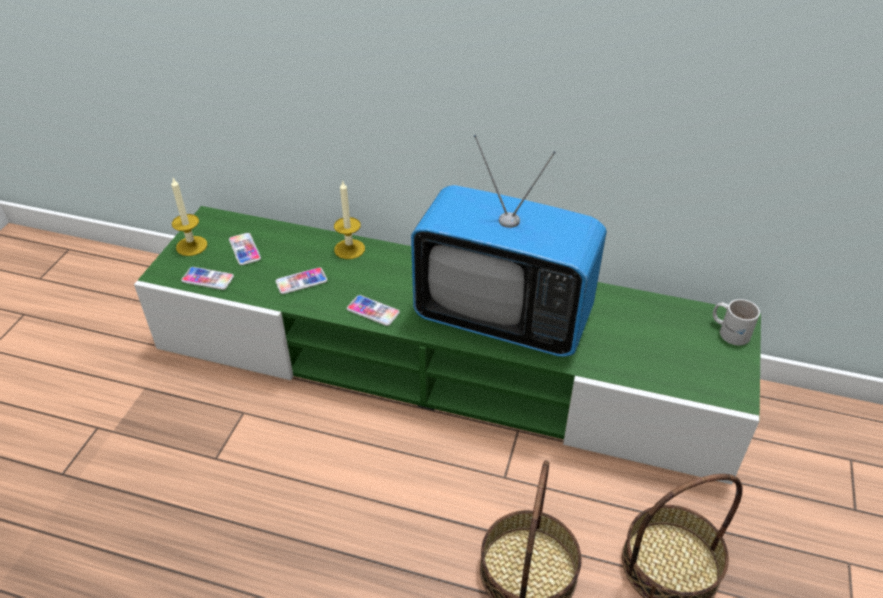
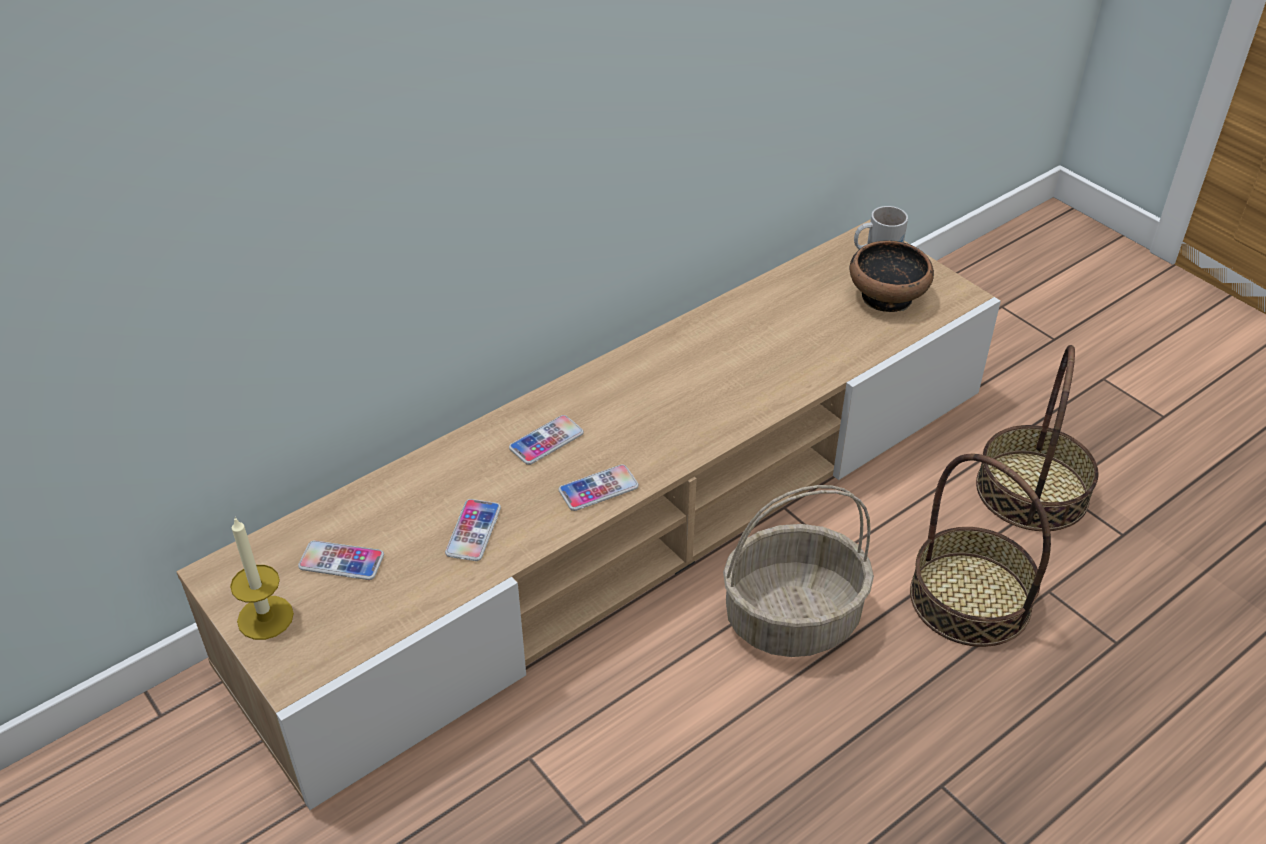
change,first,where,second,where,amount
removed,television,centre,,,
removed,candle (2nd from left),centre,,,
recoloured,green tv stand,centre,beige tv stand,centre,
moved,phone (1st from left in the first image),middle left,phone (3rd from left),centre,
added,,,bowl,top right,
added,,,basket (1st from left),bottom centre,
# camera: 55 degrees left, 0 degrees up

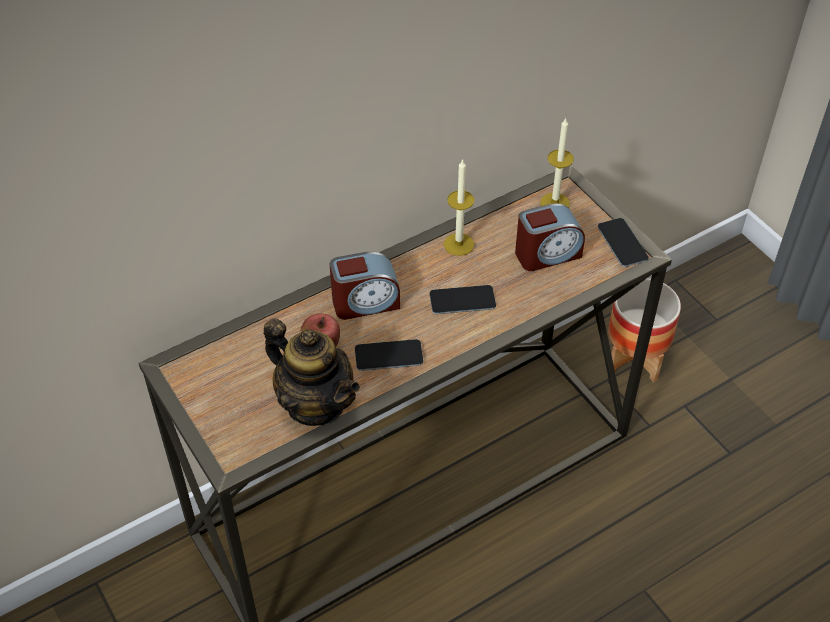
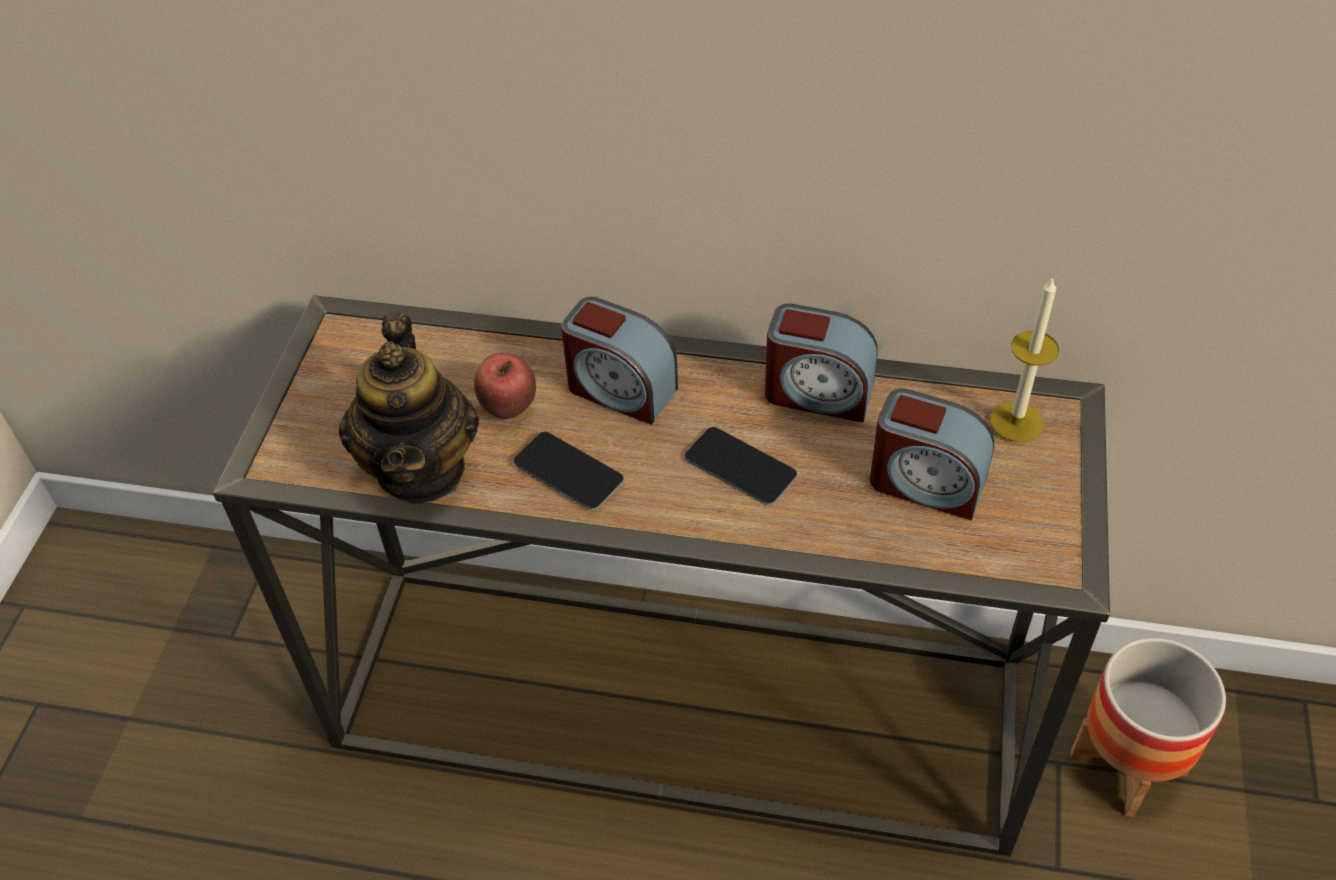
change,first,where,second,where,amount
replaced,candle (1st from left),top centre,alarm clock (2nd from left),centre,
removed,phone (3rd from left),middle right,,,
# camera: 45 degrees right, 0 degrees up

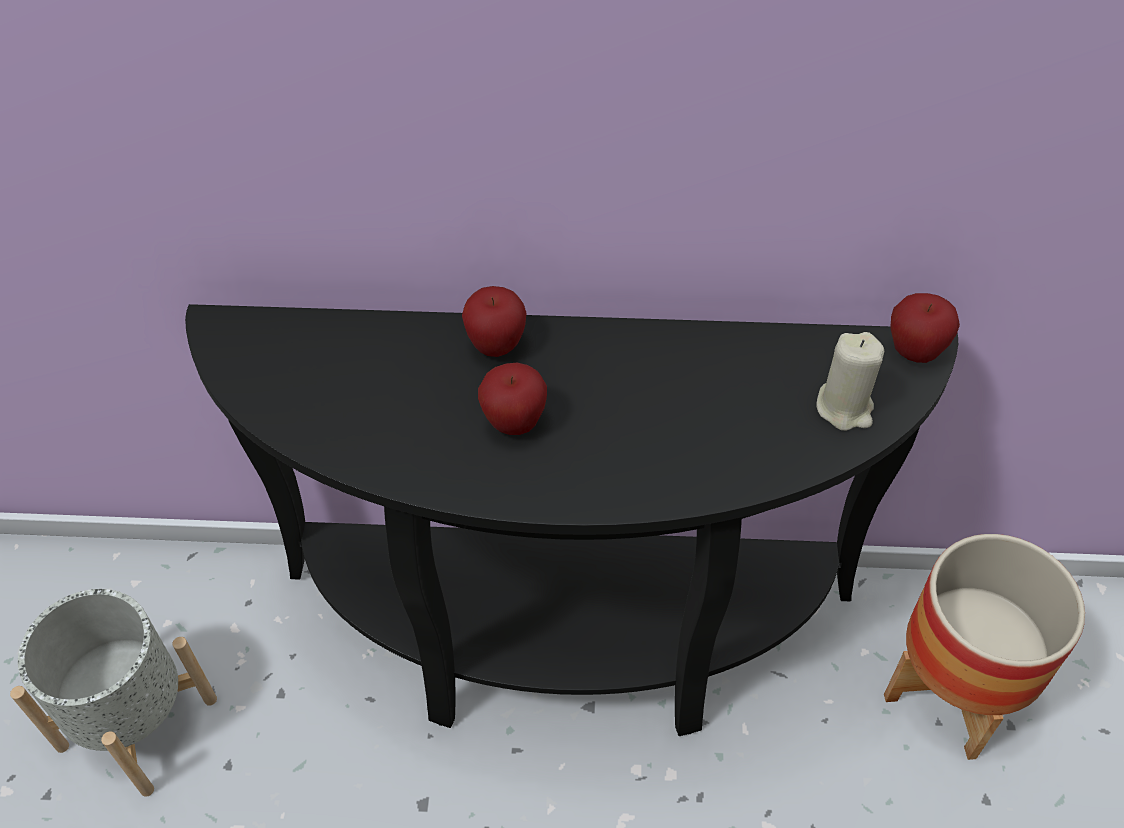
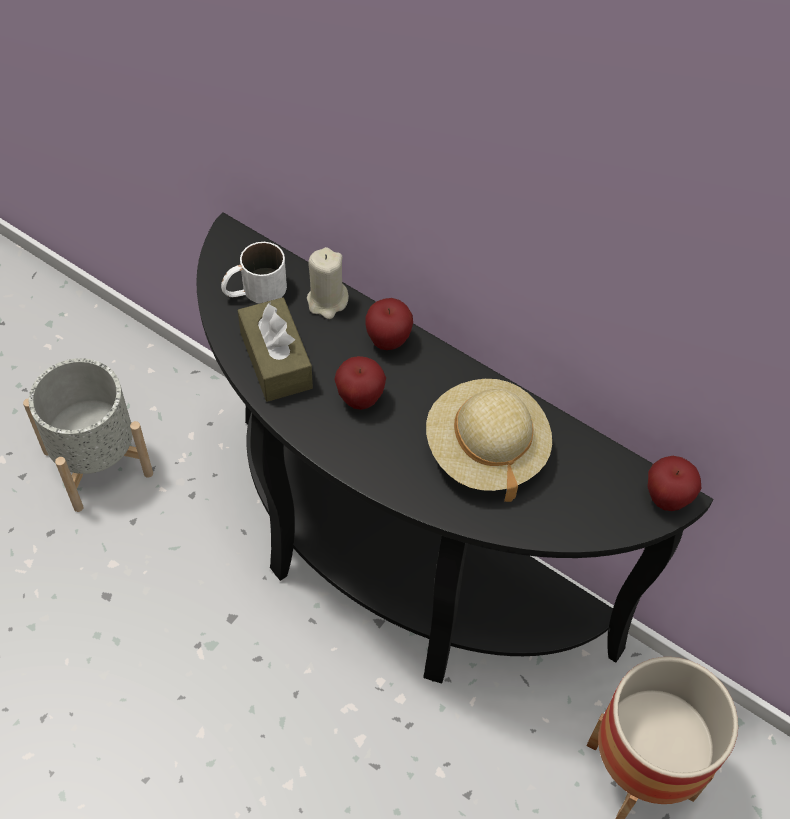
change,first,where,second,where,amount
moved,beige candle,middle right,,centre,
added,,,white mug,top left,
added,,,brown tissue box,centre,
added,,,beige hat,centre,
# camera: 30 degrees right, 5 degrees up

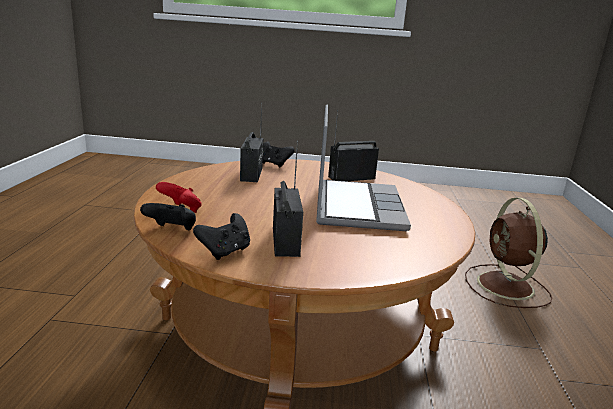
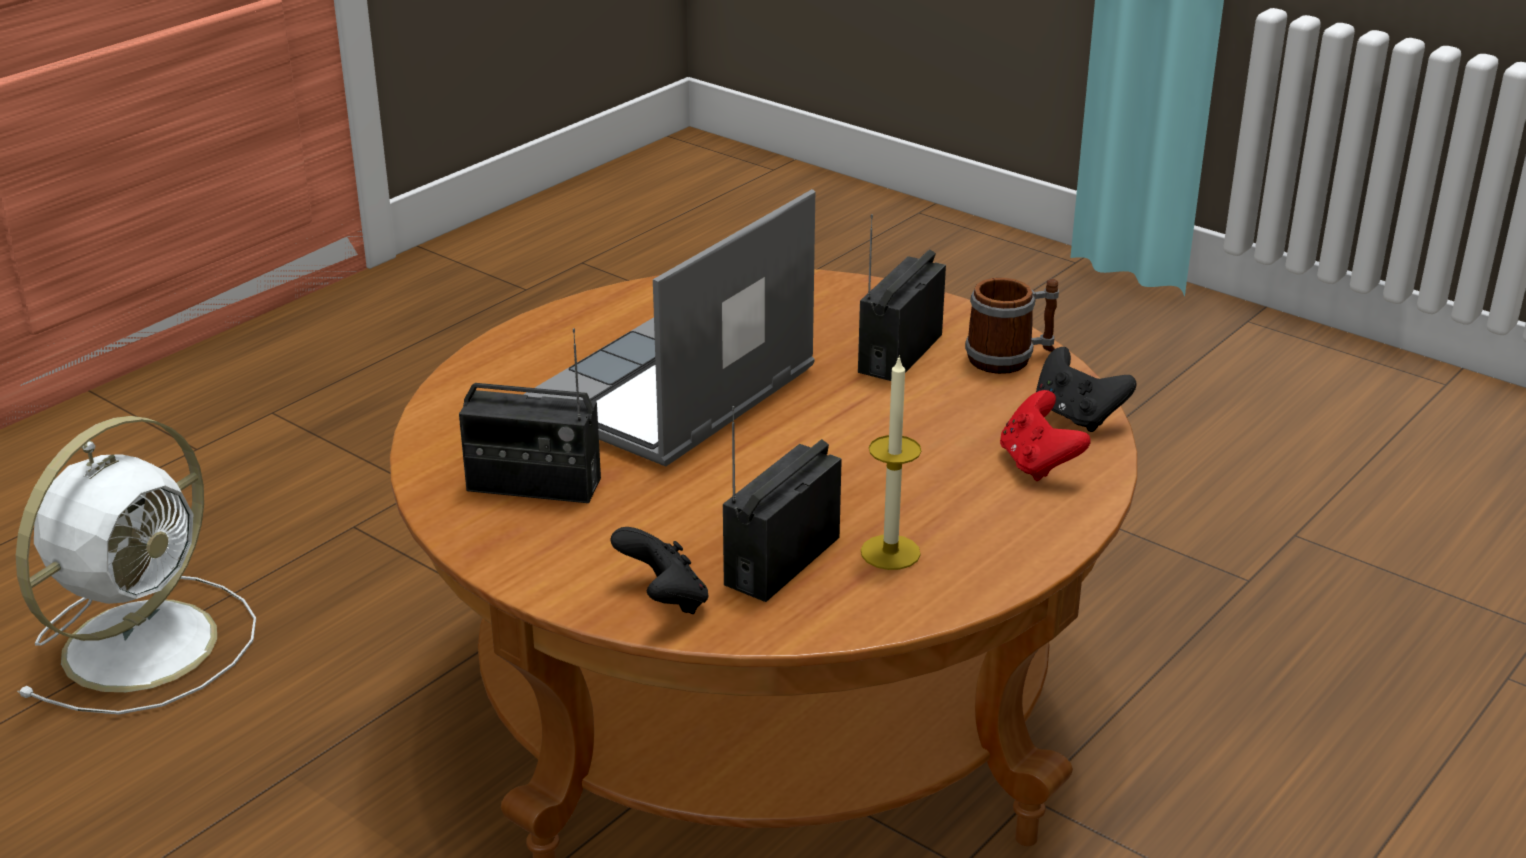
change,first,where,second,where,amount
recoloured,brown fan,middle right,white fan,middle left,
replaced,black game controller (2nd from left),centre,mug,centre,
added,,,candle,centre,
# camera: 145 degrees left, 10 degrees up

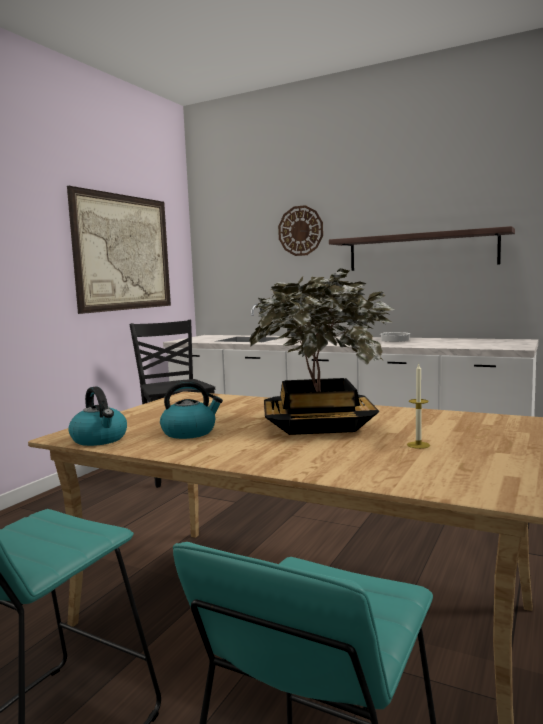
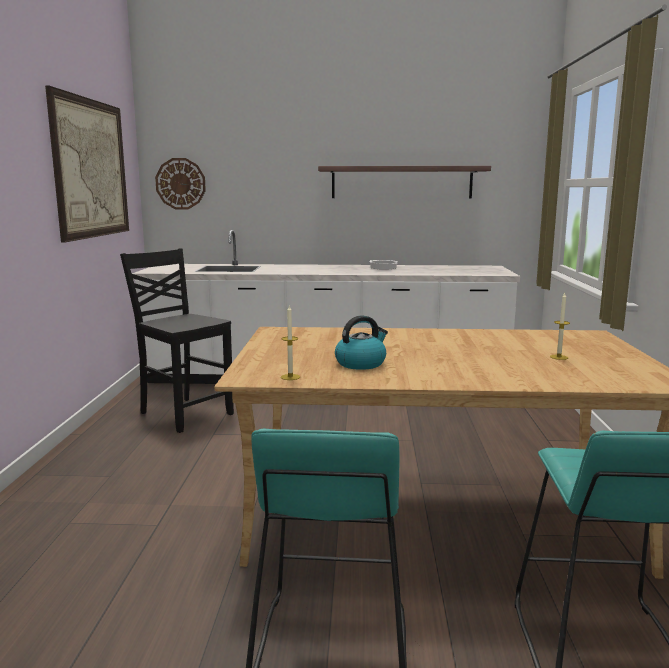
change,first,where,second,where,amount
moved,wall clock,top centre,,top left,
removed,potted plant,centre,,,
replaced,kettle (1st from left),middle left,candle (1st from left),centre,
# camera: 25 degrees left, 5 degrees up

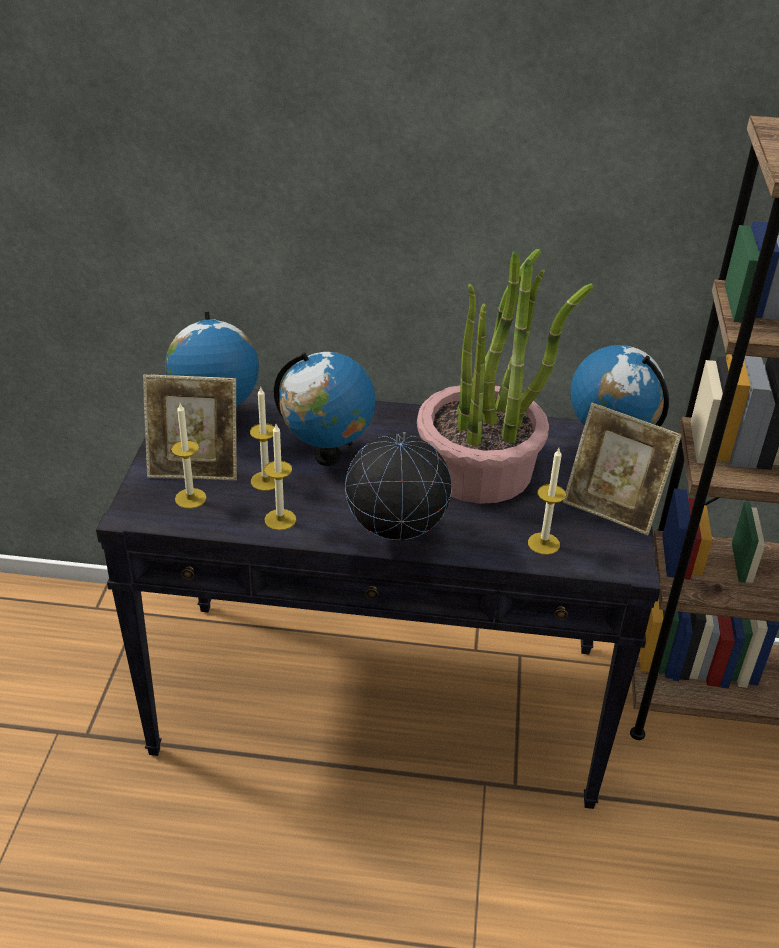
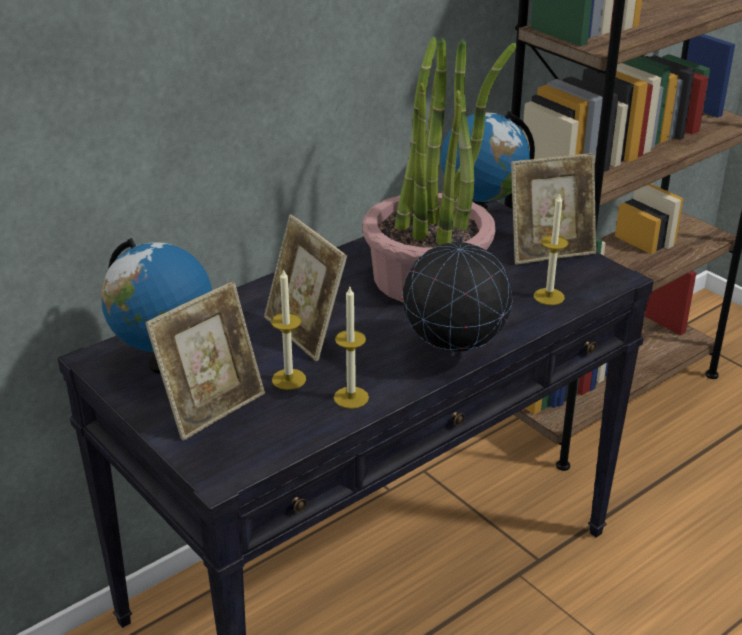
change,first,where,second,where,amount
replaced,globe (2nd from left),centre,picture frame (2nd from left),centre,
removed,candle (1st from left),middle left,,,
# camera: 45 degrees left, 5 degrees down

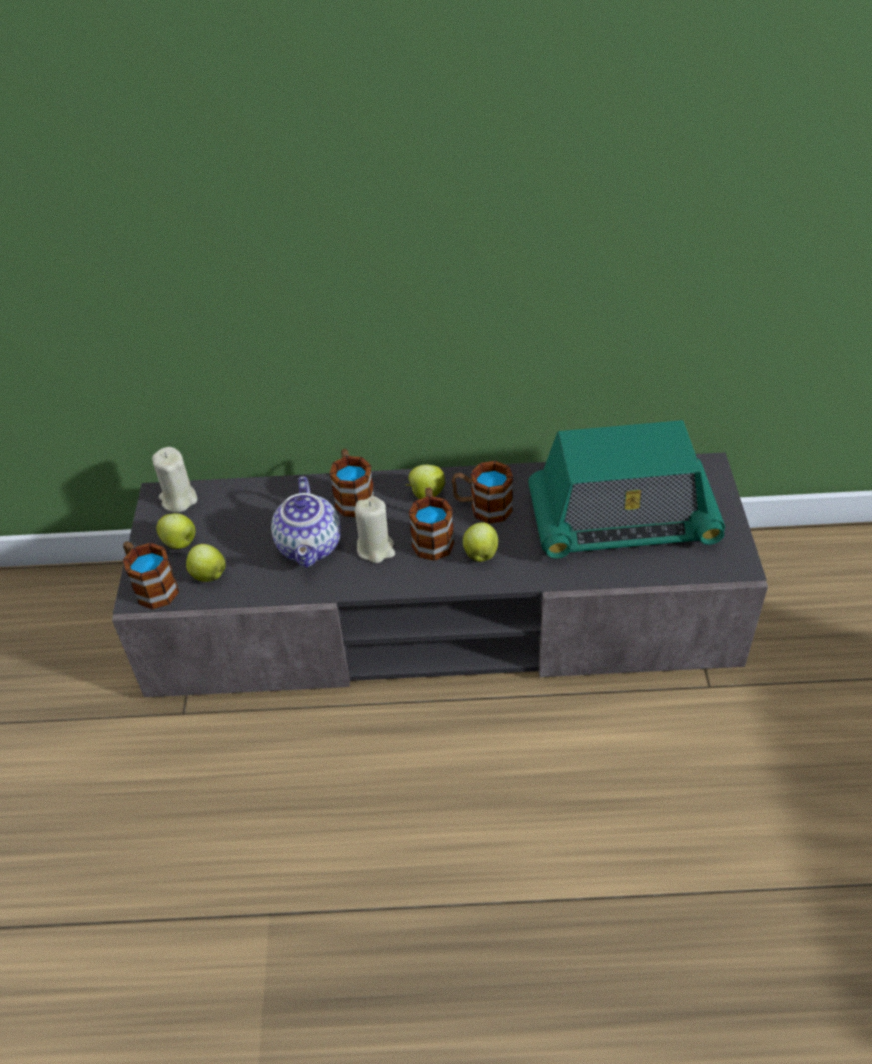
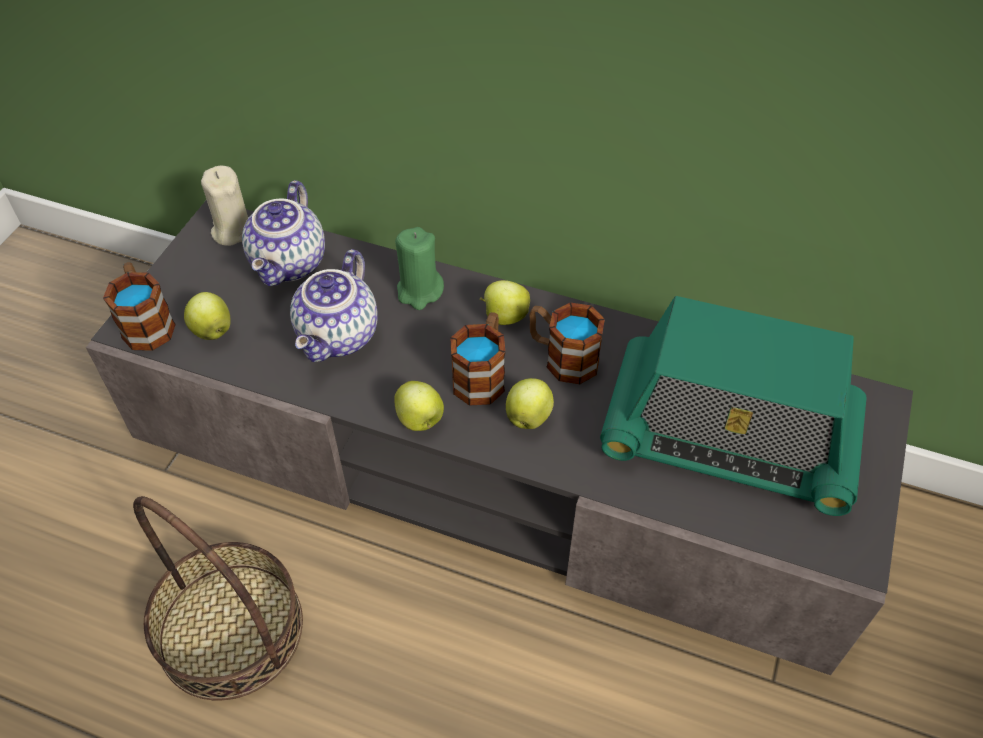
change,first,where,second,where,amount
replaced,mug (2nd from left),centre,green candle,centre,
removed,beige candle (2nd from left),centre,,,
moved,apple (1st from left in the first image),middle left,apple (2nd from left),centre,
added,,,teapot (1st from left),top left,
added,,,basket,bottom left,
# camera: 20 degrees right, 5 degrees up

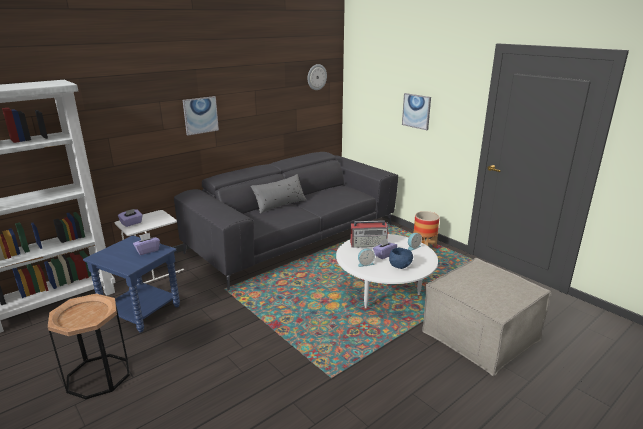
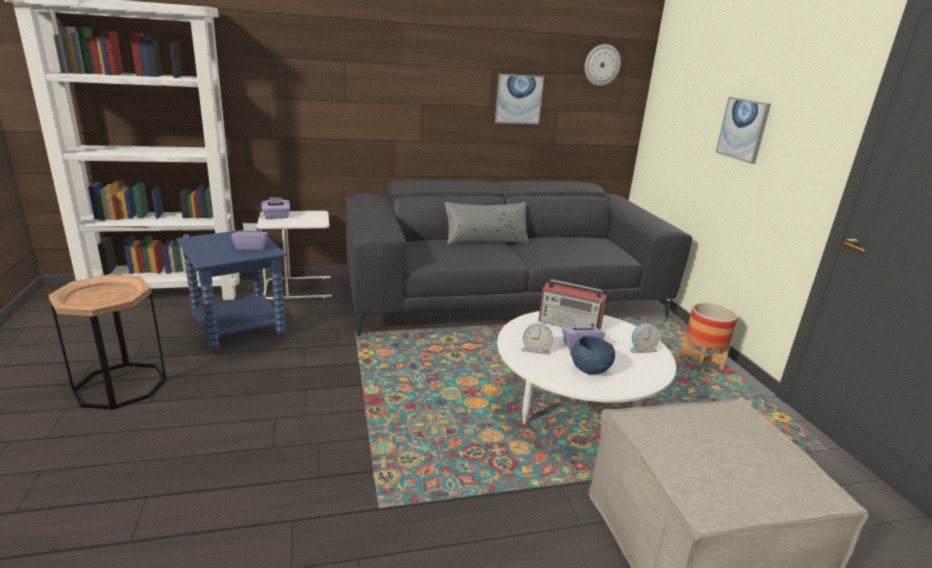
change,first,where,second,where,amount
moved,picture (1st from left),top left,,top centre,
# camera: 25 degrees right, 0 degrees up

